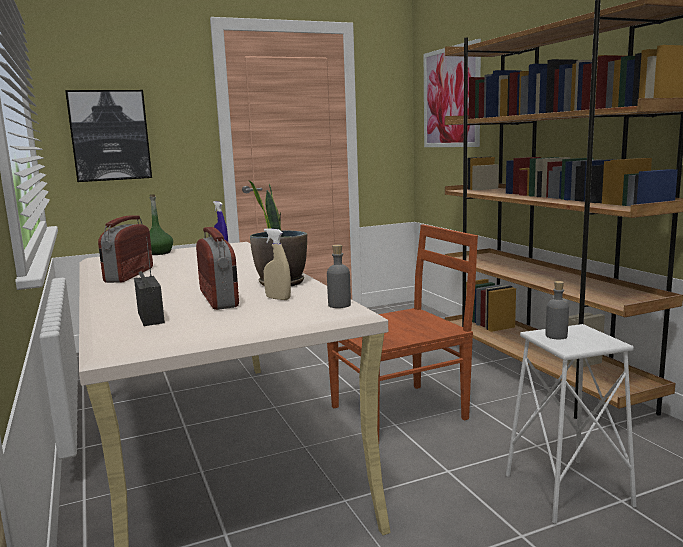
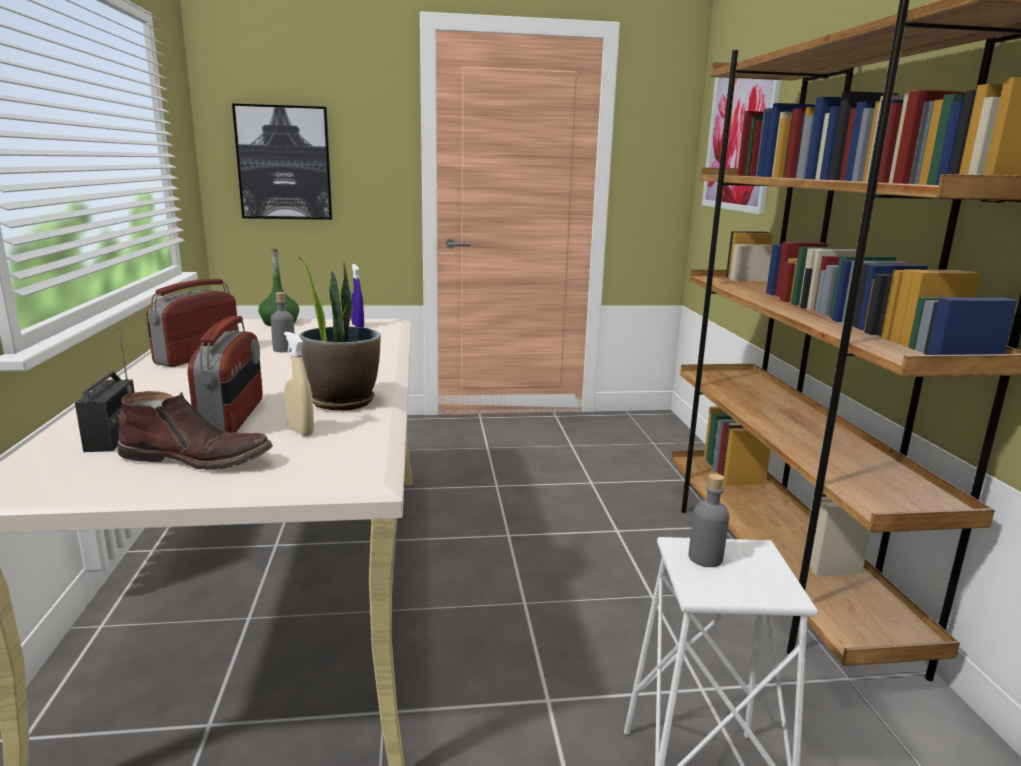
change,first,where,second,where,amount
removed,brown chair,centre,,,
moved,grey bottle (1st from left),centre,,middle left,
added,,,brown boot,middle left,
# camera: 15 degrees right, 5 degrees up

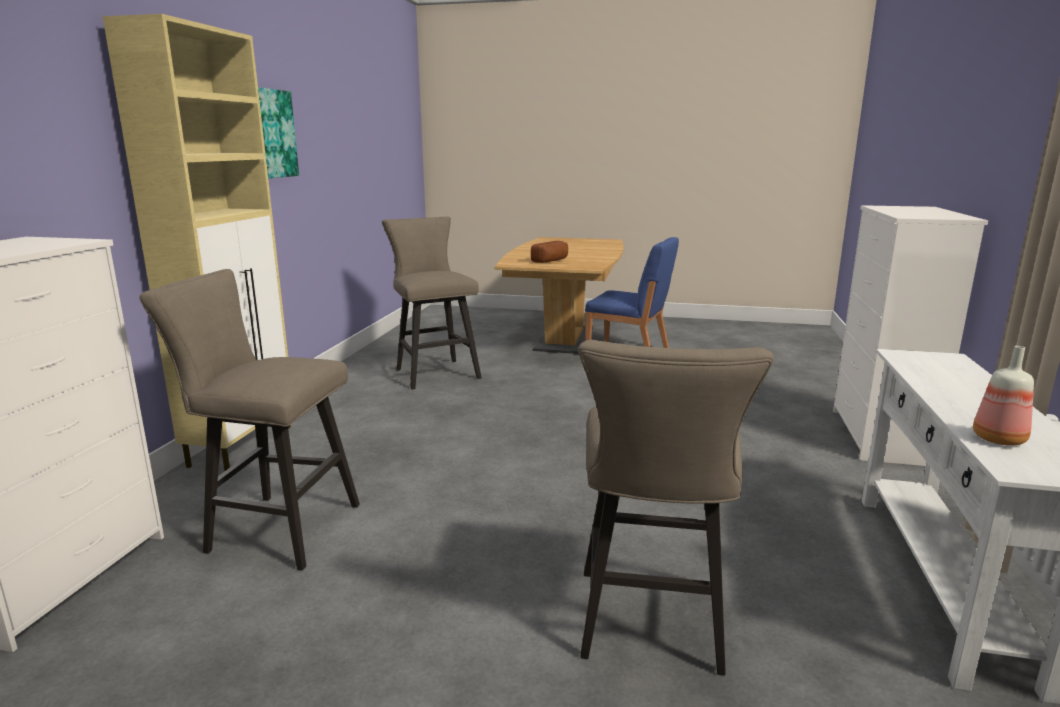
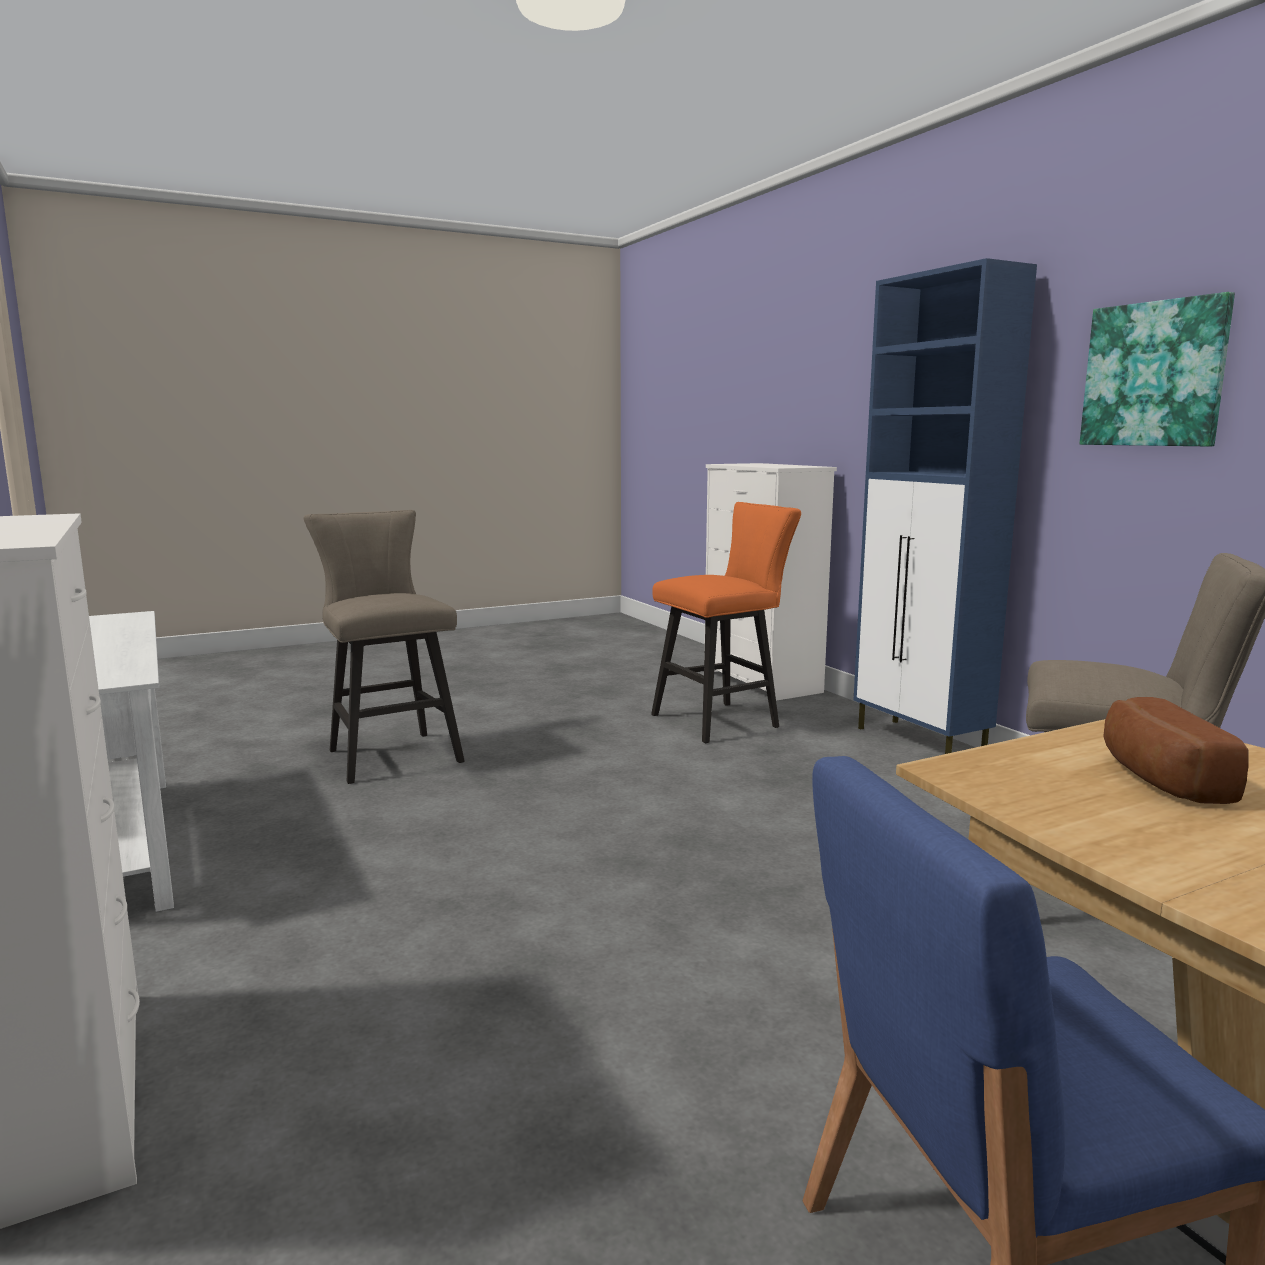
change,first,where,second,where,amount
recoloured,beige cabinet,middle left,blue cabinet,middle right,
recoloured,beige stool (1st from left),middle left,orange stool,centre,
removed,bottle,middle right,,,
# camera: 140 degrees right, 5 degrees down

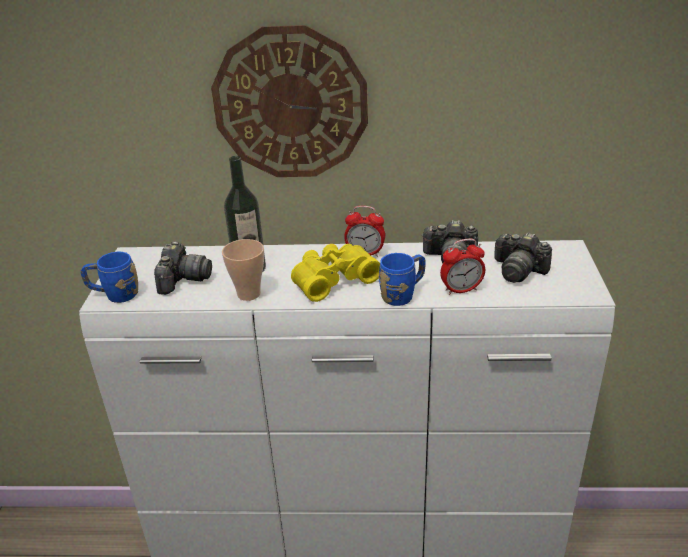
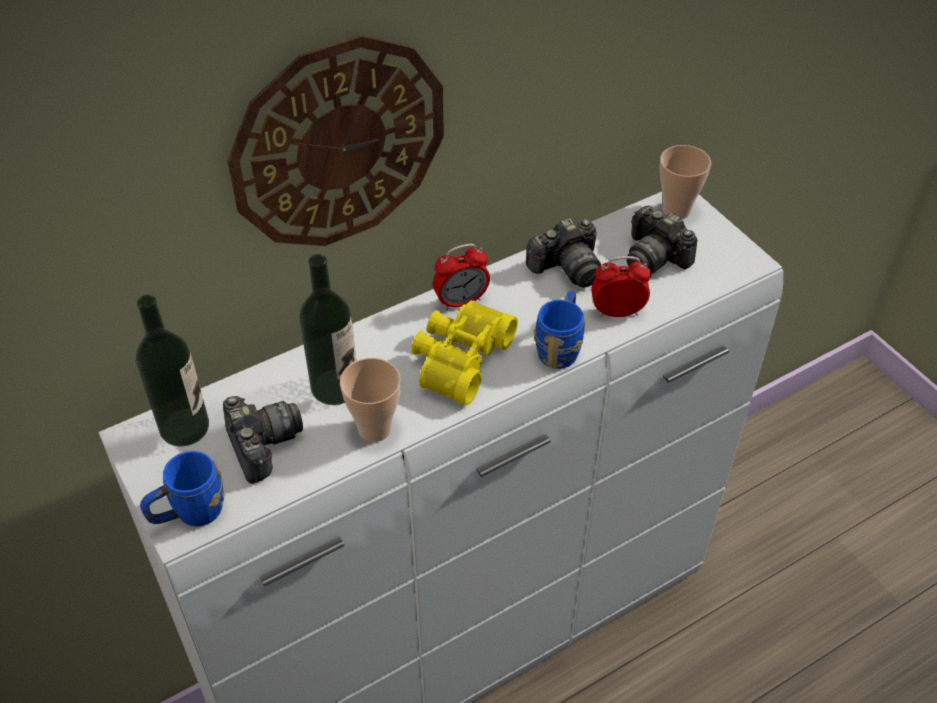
change,first,where,second,where,amount
turned,photo camera (3rd from left),middle right,,middle right,45 degrees clockwise
turned,alarm clock (2nd from left),middle right,,centre,135 degrees counterclockwise
added,,,cup (2nd from left),top right,
added,,,bottle (1st from left),middle left,
# camera: 35 degrees left, 15 degrees up

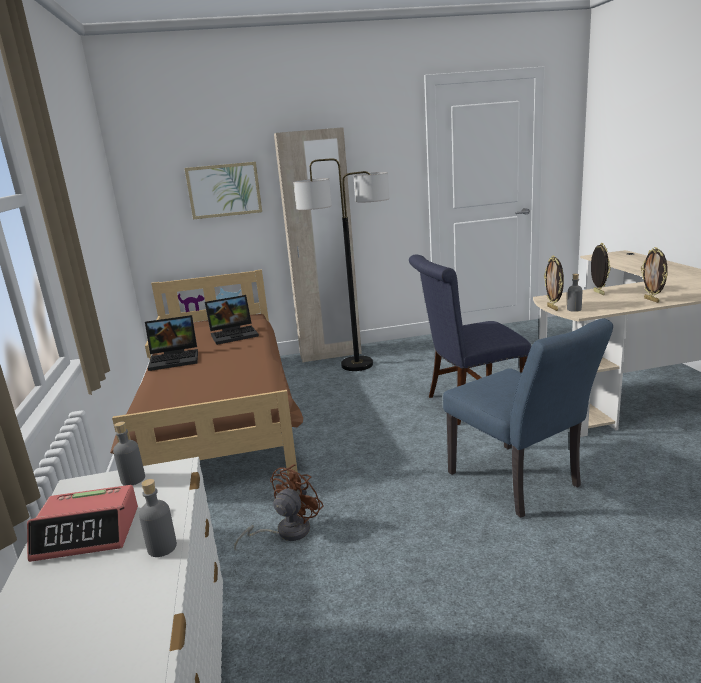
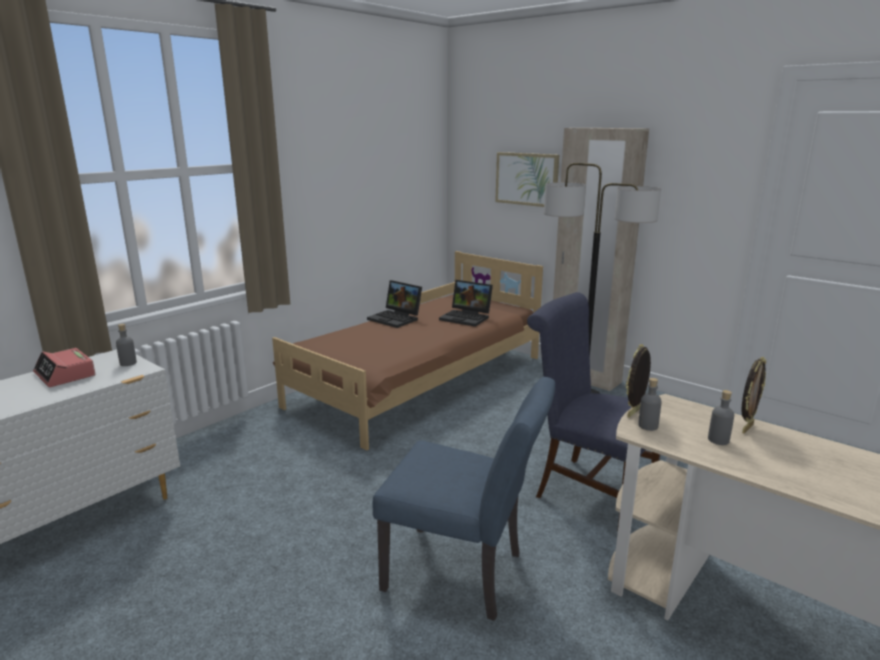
change,first,where,second,where,amount
removed,picture frame (3rd from left),middle right,,,
turned,blue chair (2nd from left in the first image),middle right,blue chair (1st from left),bottom centre,90 degrees counterclockwise
removed,brown fan,bottom centre,,,
moved,grey bottle (2nd from left in the first image),bottom left,grey bottle (3rd from left),middle right,
# camera: 50 degrees right, 0 degrees up

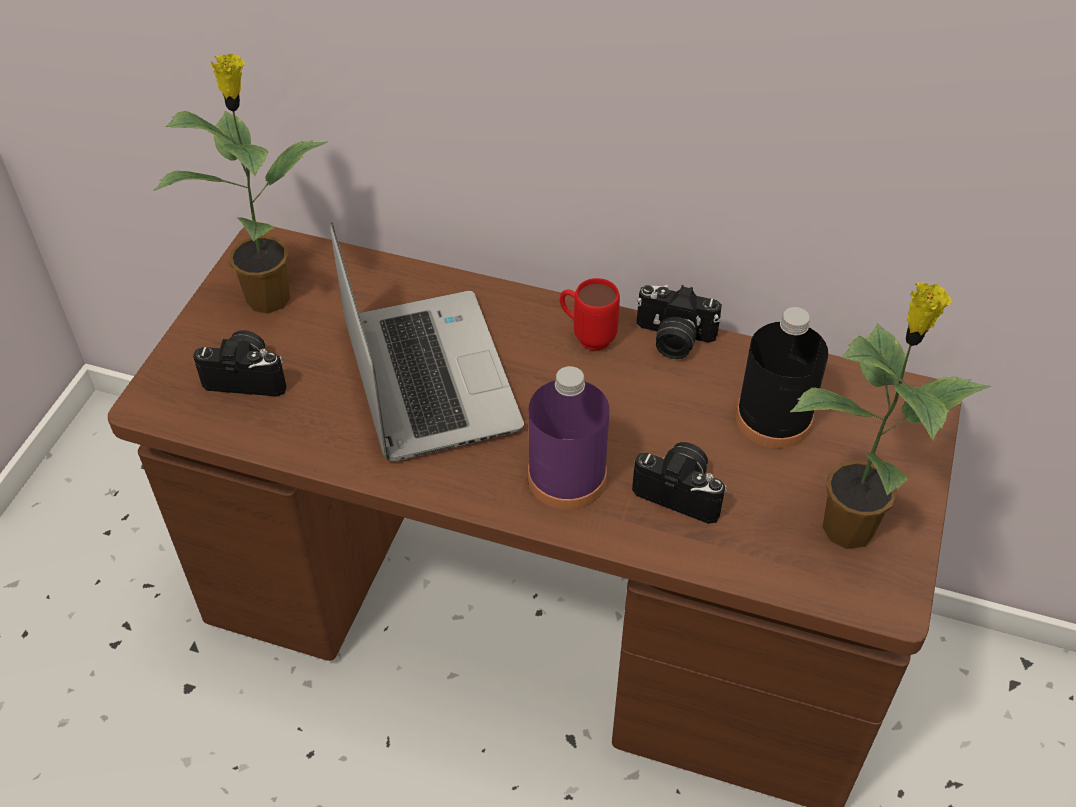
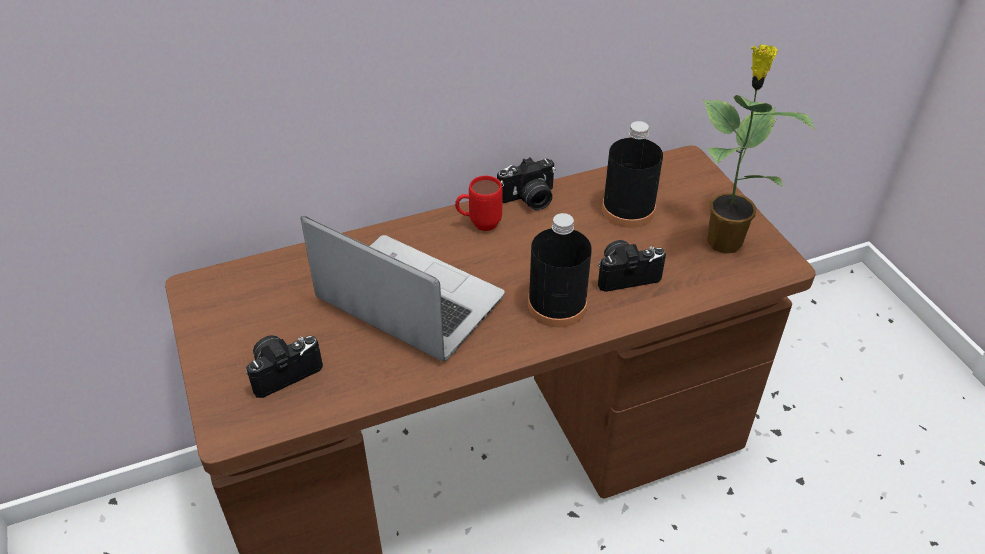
change,first,where,second,where,amount
removed,potted plant (1st from left),top left,,,
recoloured,purple bottle,centre,black bottle (1st from left),centre,
# camera: 40 degrees left, 5 degrees down

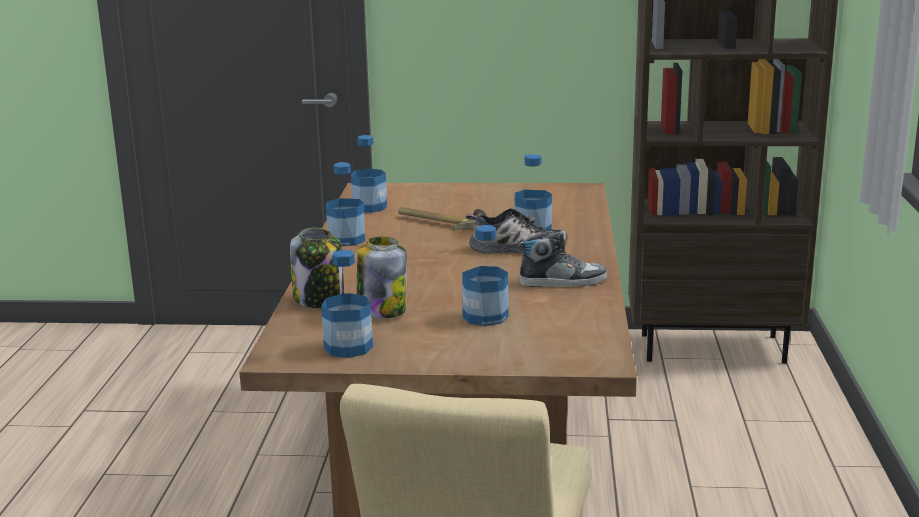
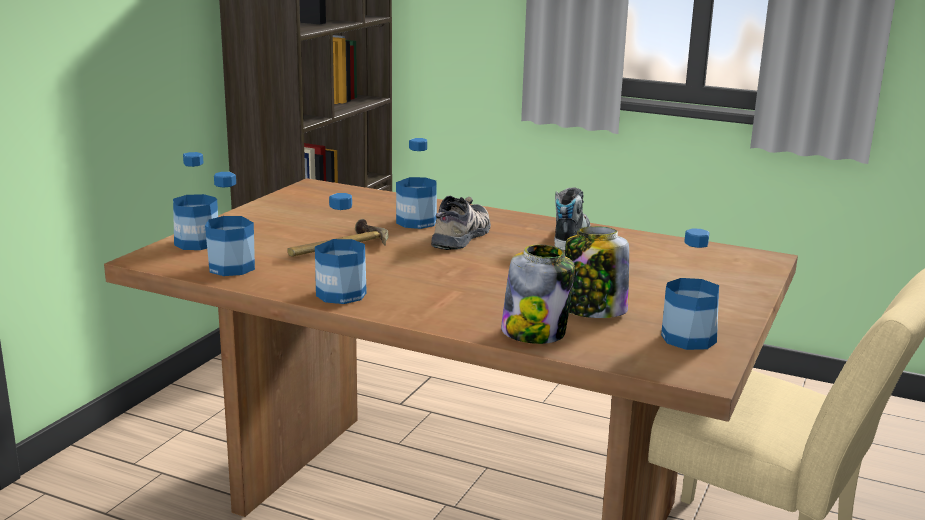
change,first,where,second,where,amount
moved,bottle (4th from left in the first image),centre,bottle (1st from left),middle left,
# camera: 70 degrees left, 0 degrees up

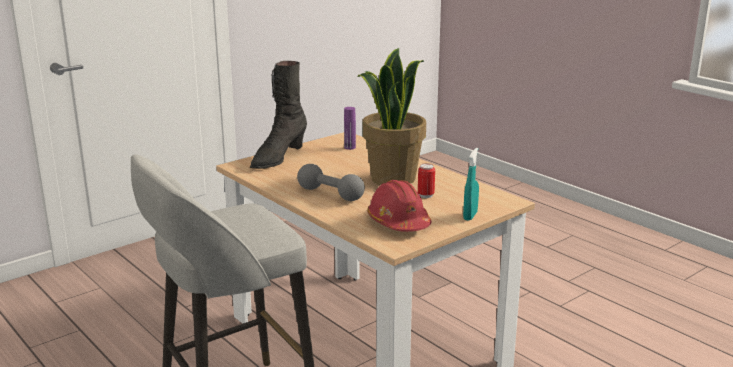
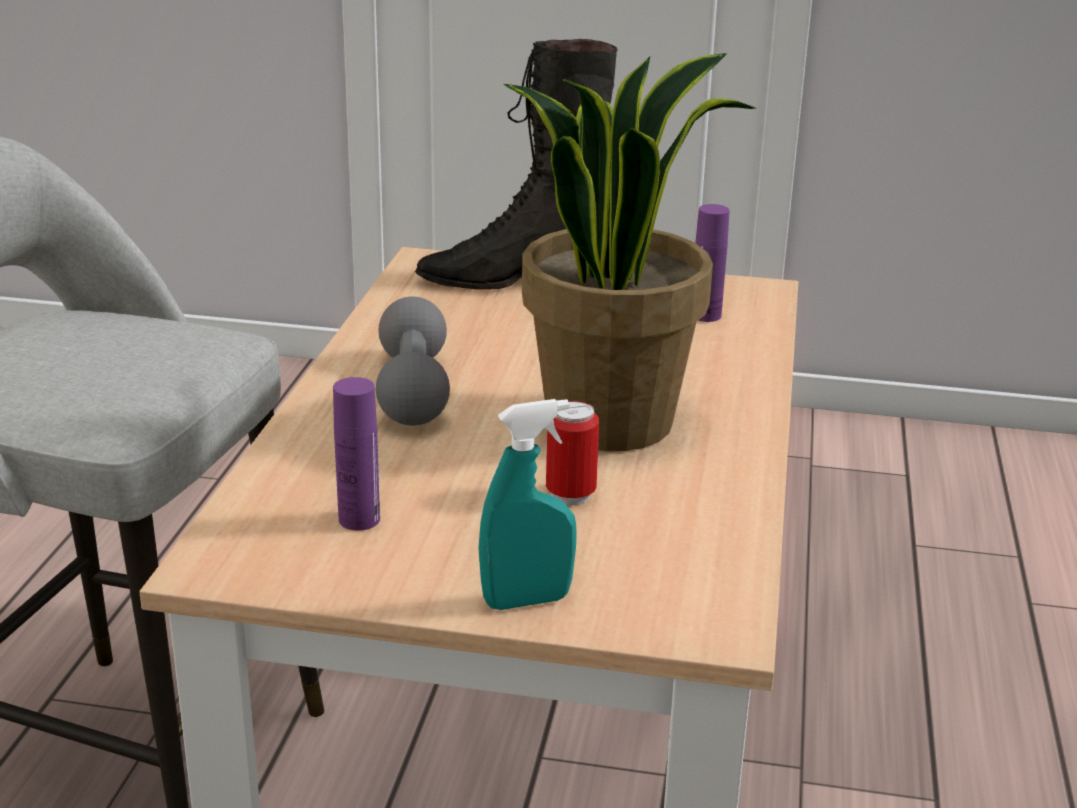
change,first,where,second,where,amount
replaced,red hard hat,centre,purple bottle (1st from left),middle left,
# camera: 50 degrees right, 5 degrees up

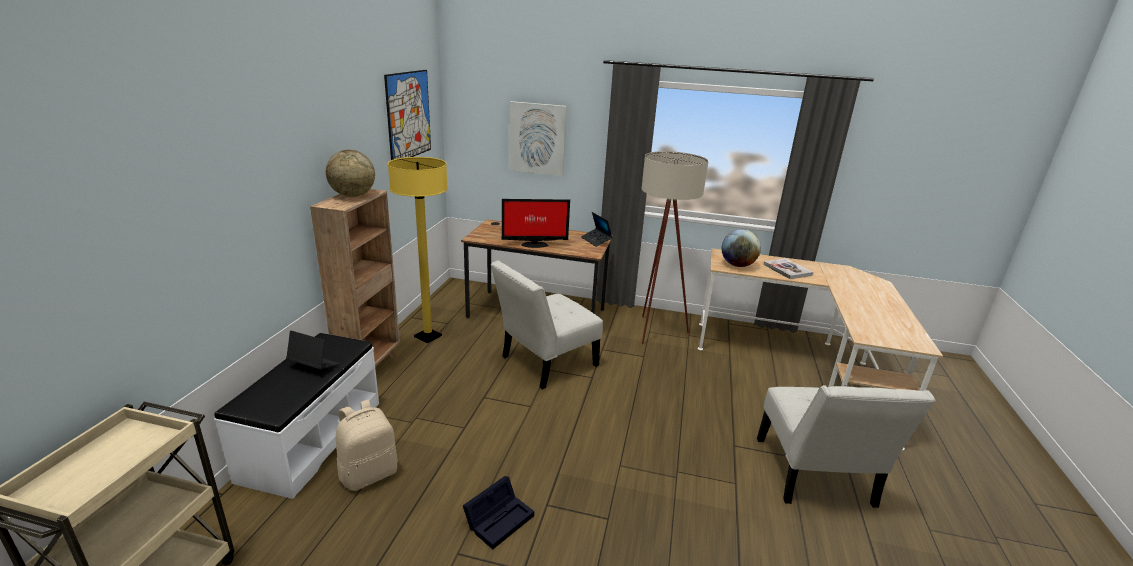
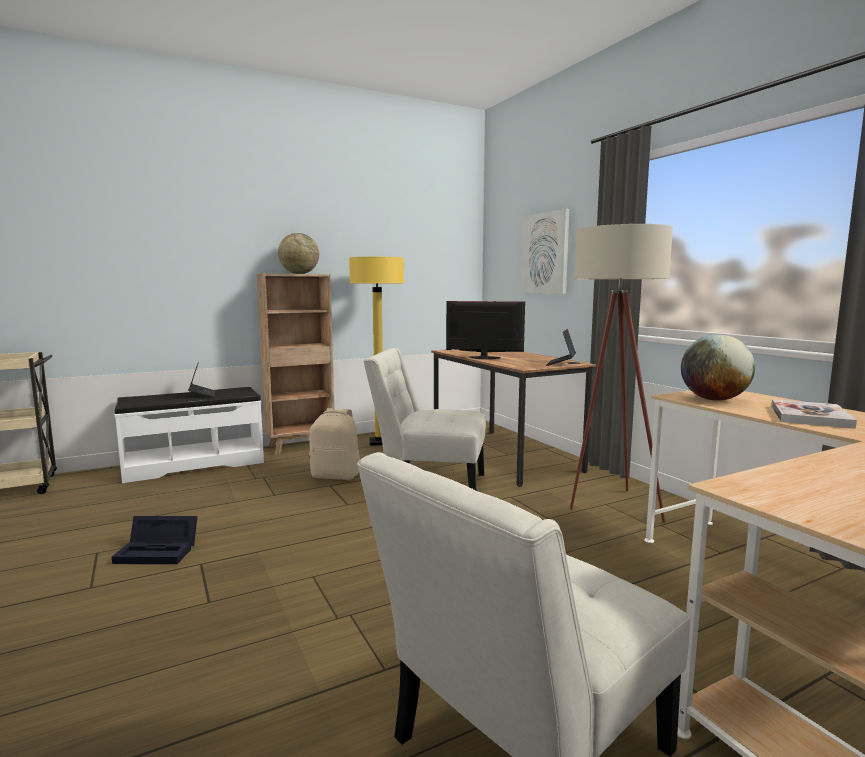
change,first,where,second,where,amount
removed,picture (1st from left),top centre,,,
turned,monitor,centre,,centre,150 degrees clockwise
moved,beige backpack,bottom left,,centre,
# camera: 50 degrees right, 15 degrees down

